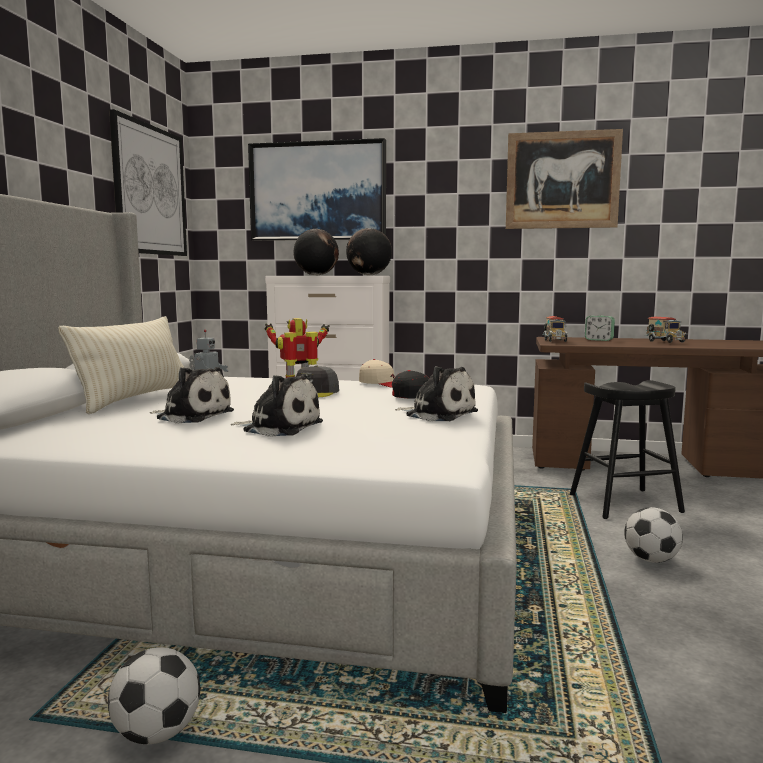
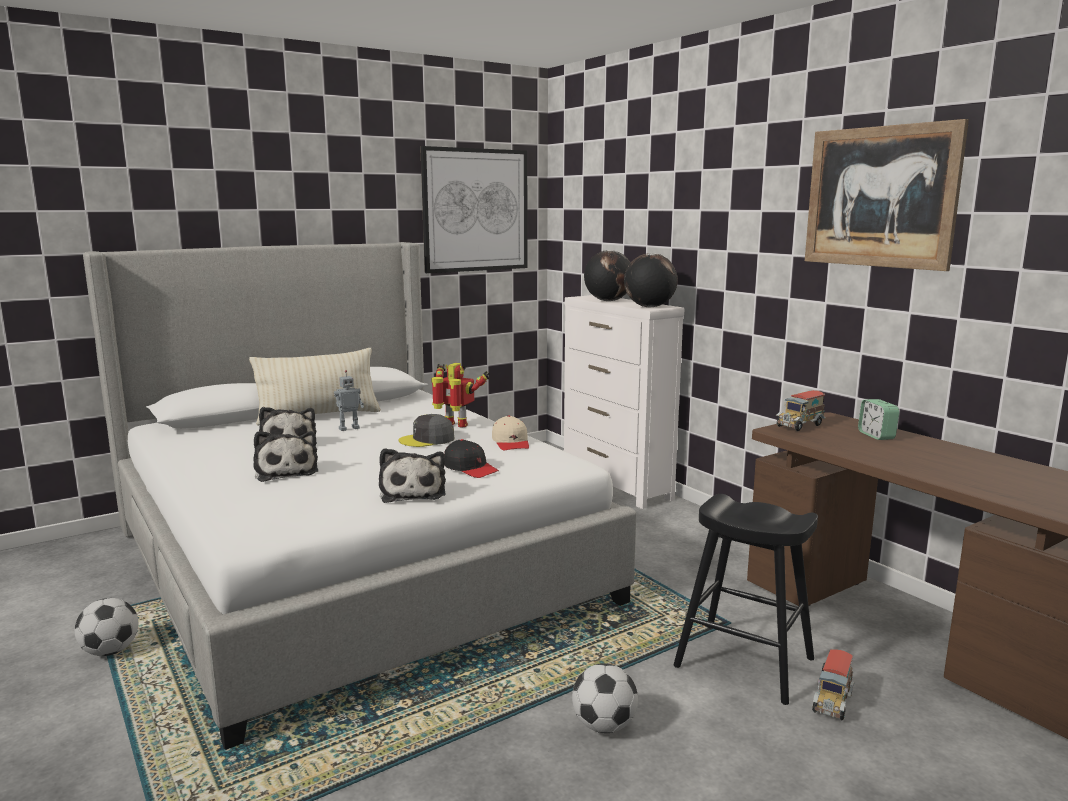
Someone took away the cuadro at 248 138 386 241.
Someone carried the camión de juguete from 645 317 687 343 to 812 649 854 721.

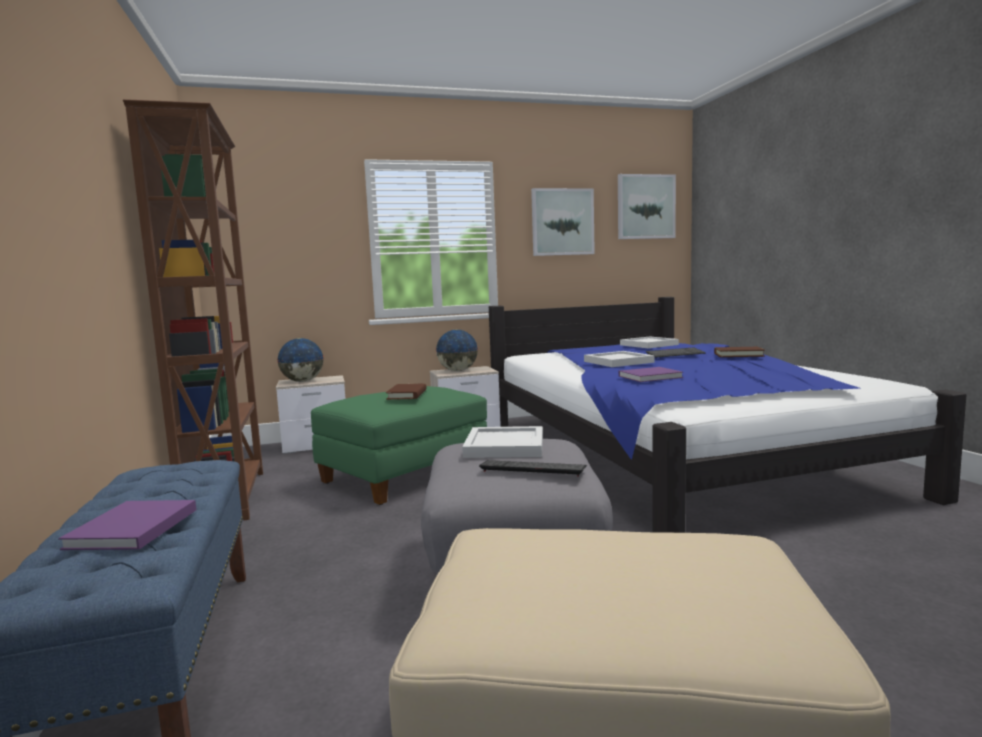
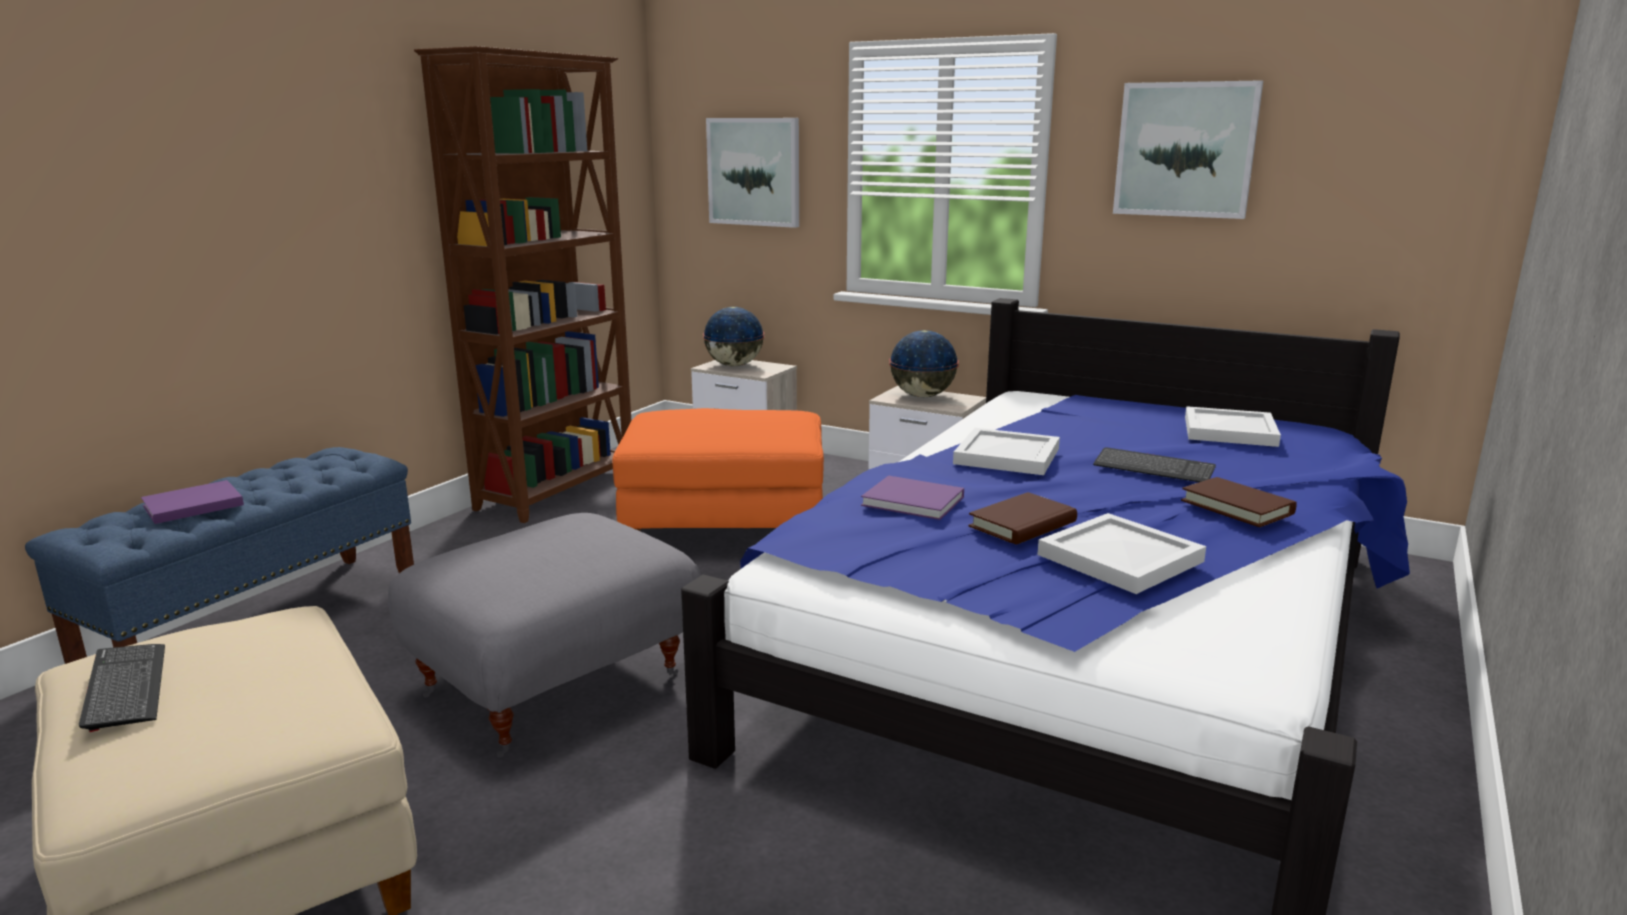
Someone carried the libro/marrón from 386 384 427 400 to 968 492 1077 545.
Someone carried the bandeja/blanco from 462 426 543 458 to 1037 513 1206 594.
Someone carried the teclado from 479 460 587 477 to 79 644 165 732.
Someone carried the cuadro from 618 174 676 239 to 706 118 799 228.
Someone repainted the puf/verde at 311 386 487 505, which became the puf/naranja at 612 408 824 531.

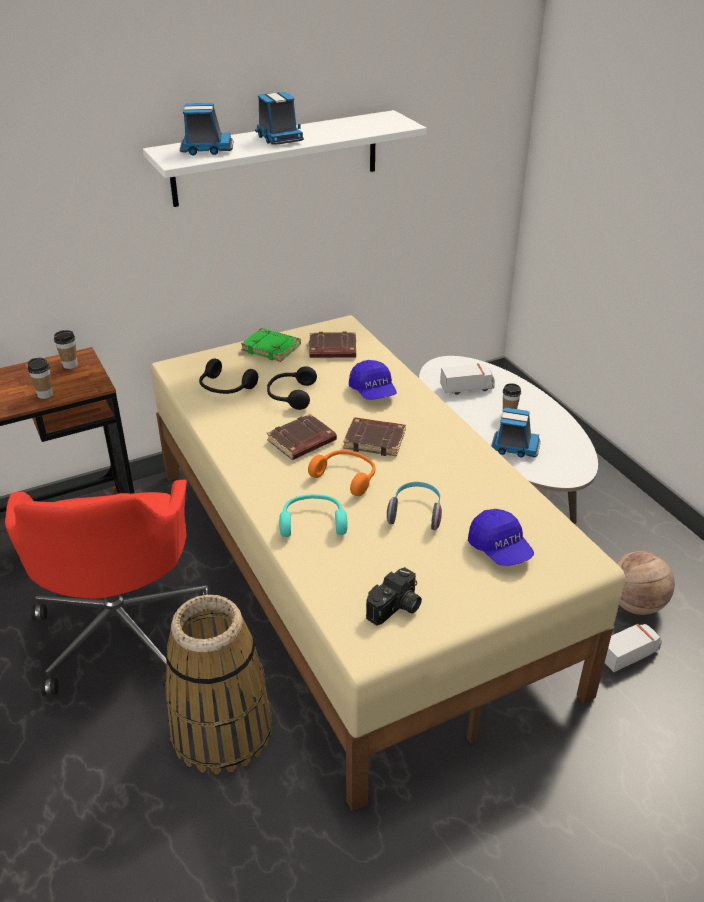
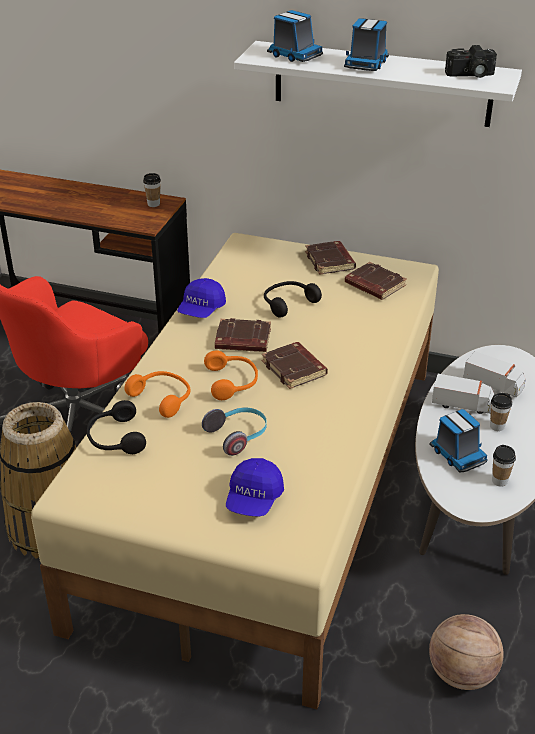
Someone carried the taza from 28 358 53 399 to 492 445 516 487.
Someone carried the auriculares/negro from 199 359 258 394 to 87 400 146 454.
Someone carried the gorra/azul from 349 360 397 400 to 177 278 226 318.
Someone carried the cámara from 366 567 422 625 to 445 45 497 78.
Someone carried the camión de juguete from 605 624 662 672 to 432 374 494 414.
Someone repainted the libro/verde at 241 328 301 362, which became the libro/marrón at 305 241 356 275.
Someone repainted the auriculares/turquesa at 279 494 347 537, which became the auriculares/naranja at 124 371 190 418.

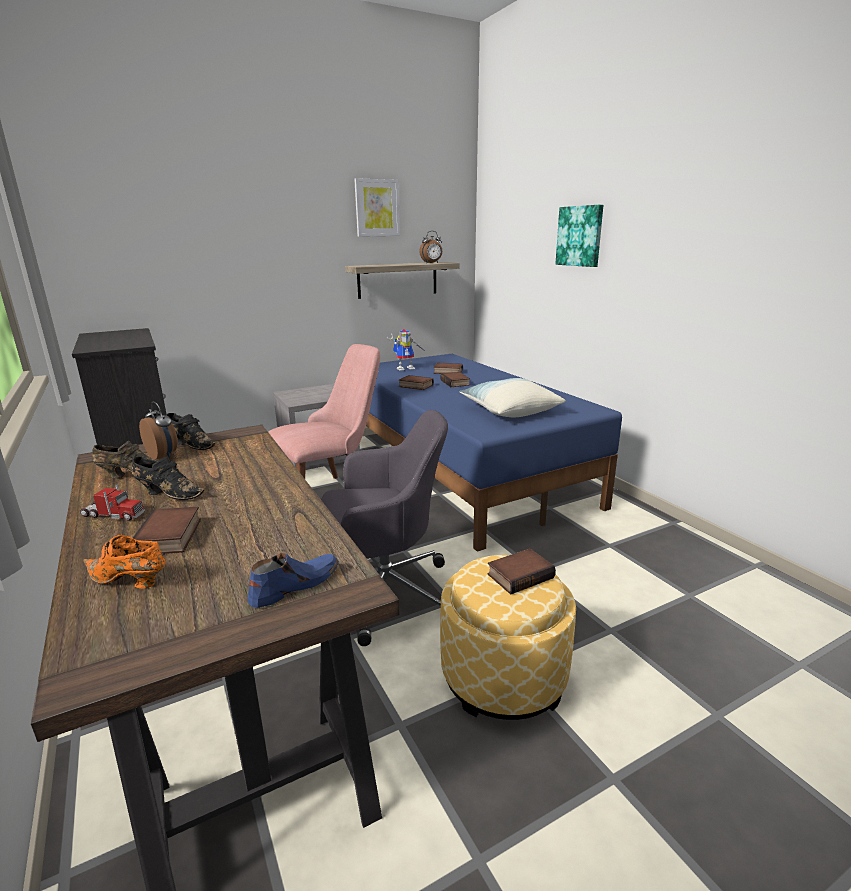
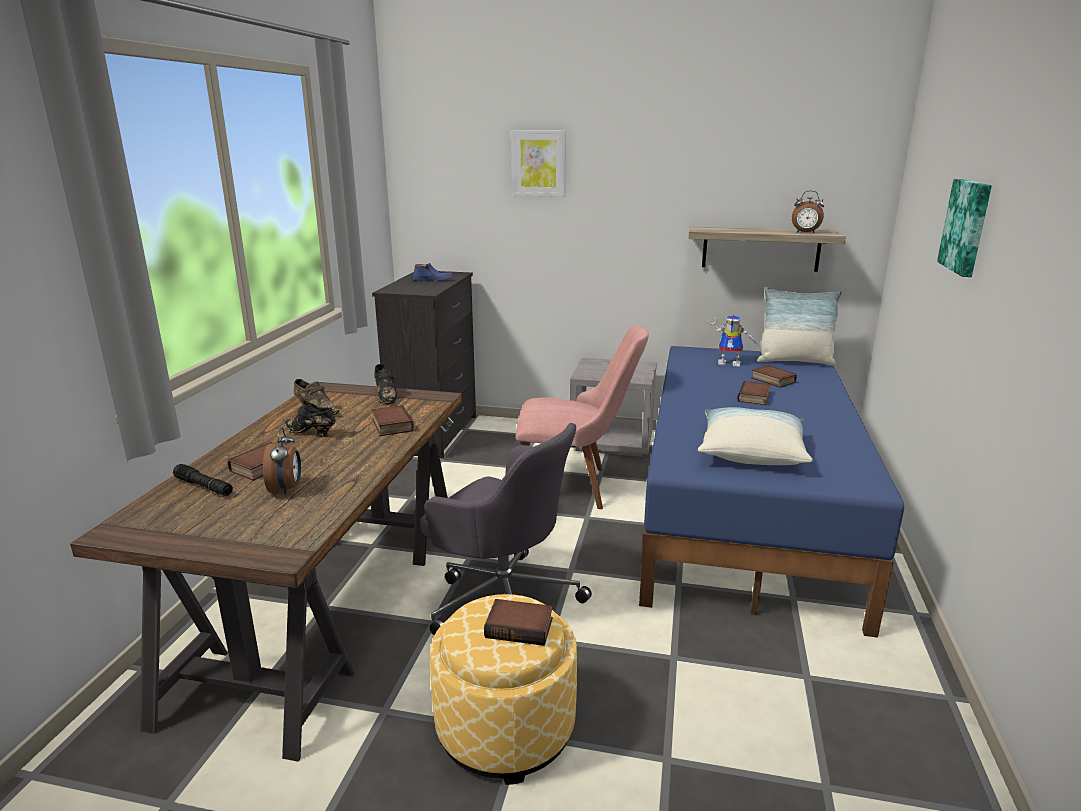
Someone took away the camión de juguete at 80 484 145 521.
Someone put down the cojín at 757 287 842 365.
Someone carried the despertador from 139 402 178 460 to 263 427 301 496.
Someone carried the zapato/azul from 247 553 339 608 to 413 263 453 281.
Someone carried the cuadro from 354 178 400 237 to 511 130 566 197.
Someone carried the libro from 398 375 434 390 to 372 405 414 436.
Someone swapped the zapato/naranja at 83 535 165 589 for the linterna/negro at 173 464 233 496.
Someone rotated the zapato/negro at 132 457 204 500 by 150 degrees clockwise.

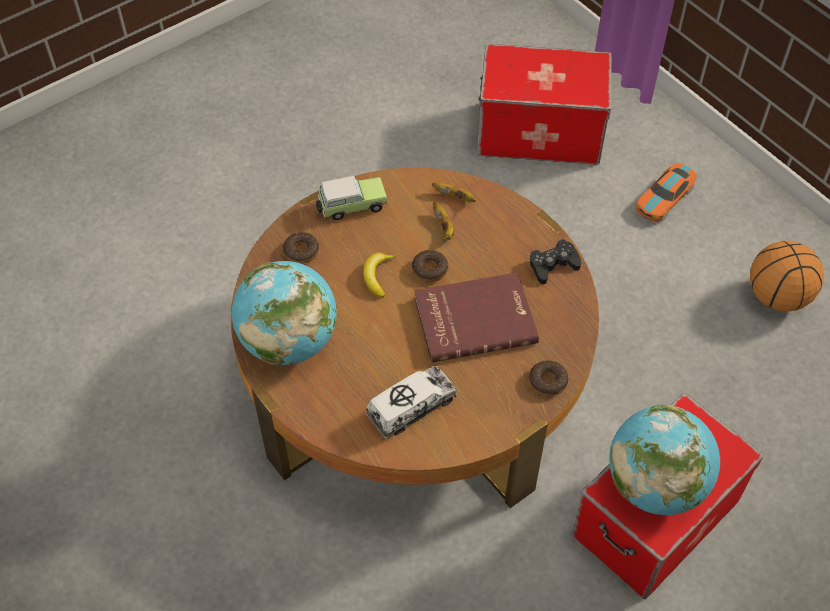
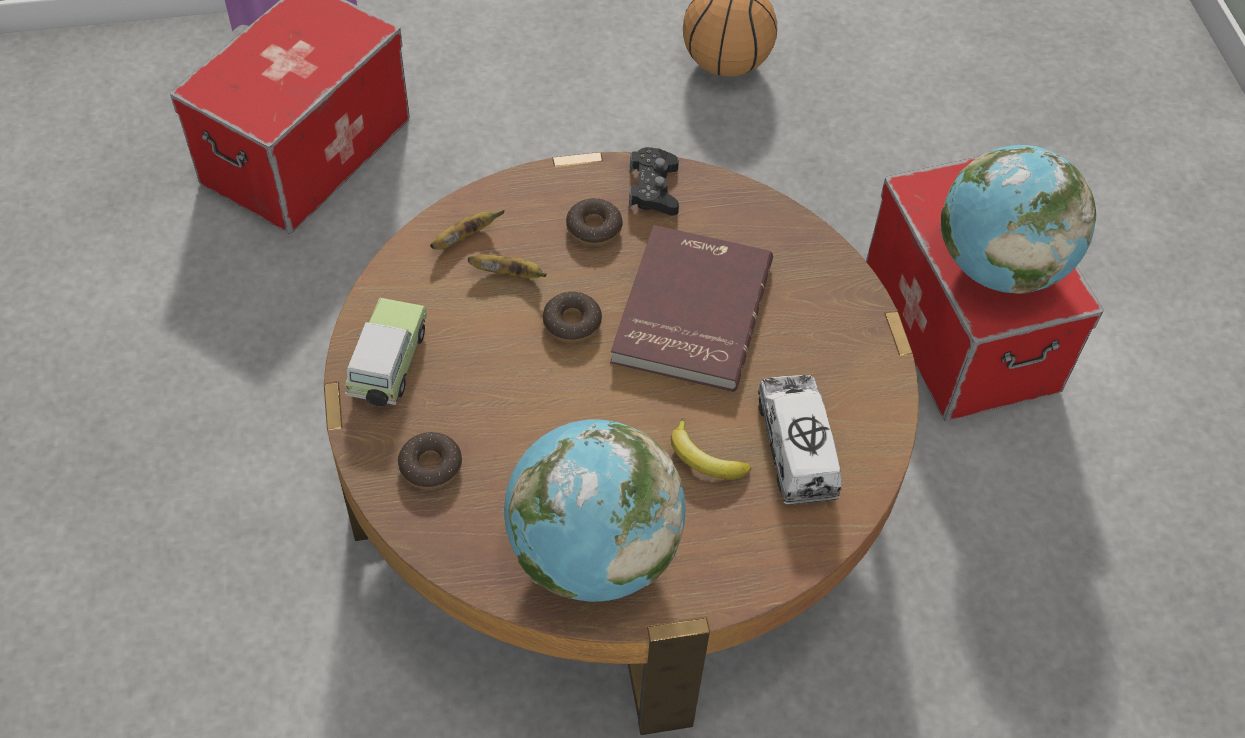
Someone took away the coche de juguete at 635 163 697 222.
Someone carried the plátano from 363 252 396 298 to 671 418 751 480.
Someone carried the rosquilla from 529 360 568 396 to 566 198 623 246.

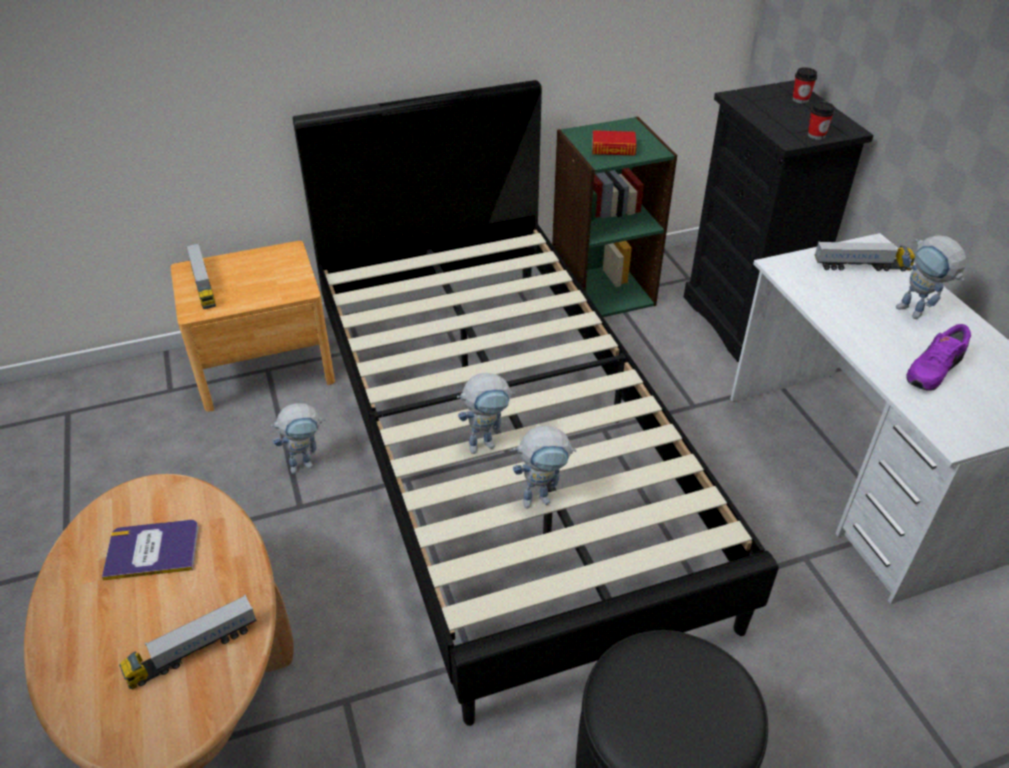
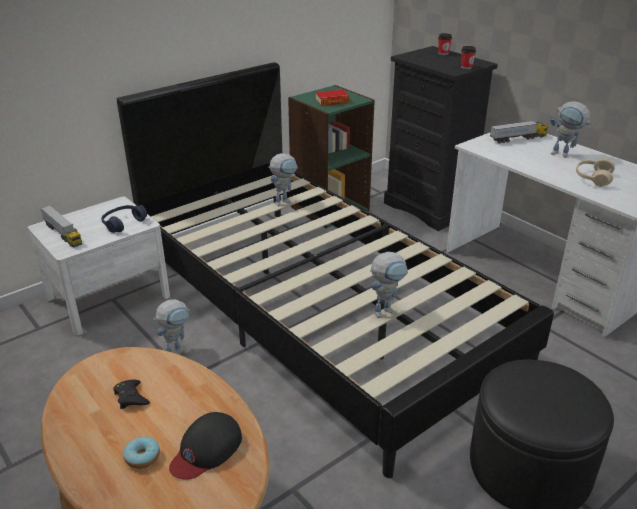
Someone put down the auriculares/azul at 101 205 147 233.
Someone put down the rosquilla at 123 437 160 469.
Someone carried the robot de juguete from 457 373 515 454 to 268 153 298 206.
Someone swapped the libro at 102 520 199 580 for the mando de consola/negro at 113 380 150 409.
Someone swapped the camión de juguete at 119 594 257 689 for the gorra/negro at 169 412 242 480.
Someone swapped the zapato/morado at 906 324 971 391 for the auriculares/beis at 576 158 615 187.
Someone repainted the mesita de noche/marrón at 170 241 335 412, which became the mesita de noche/blanco at 28 197 170 336.

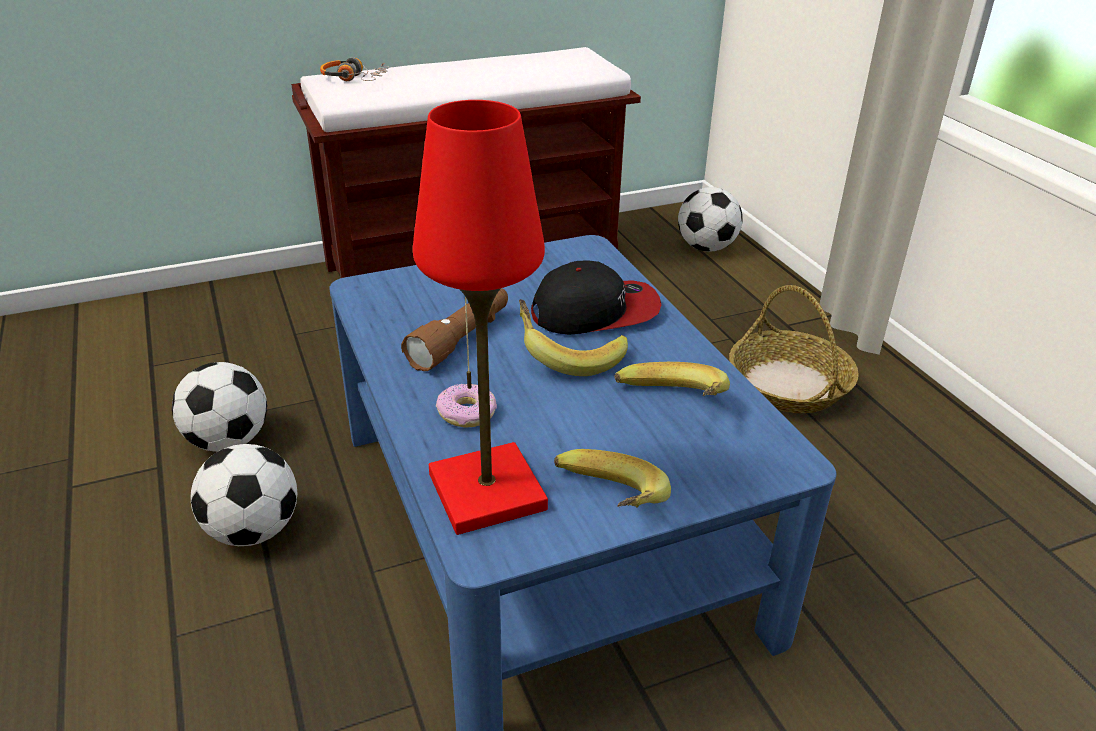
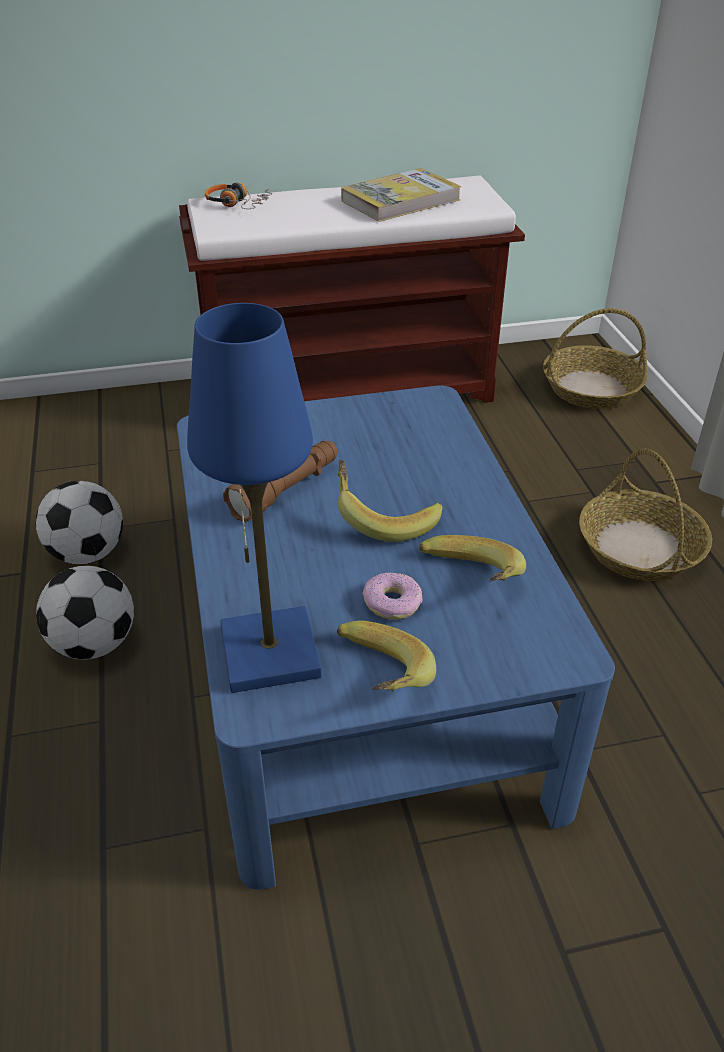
Someone took away the gorra at 531 260 661 335.
Someone put down the libro at 341 168 461 222.
Someone carried the rosquilla from 436 384 497 428 to 362 572 423 620.
Someone swapped the balón de fútbol at 678 187 743 252 for the cesta at 543 308 648 409.
Someone repainted the lámpara de mesa/rojo at 413 100 548 535, which became the lámpara de mesa/azul at 187 303 321 693.

